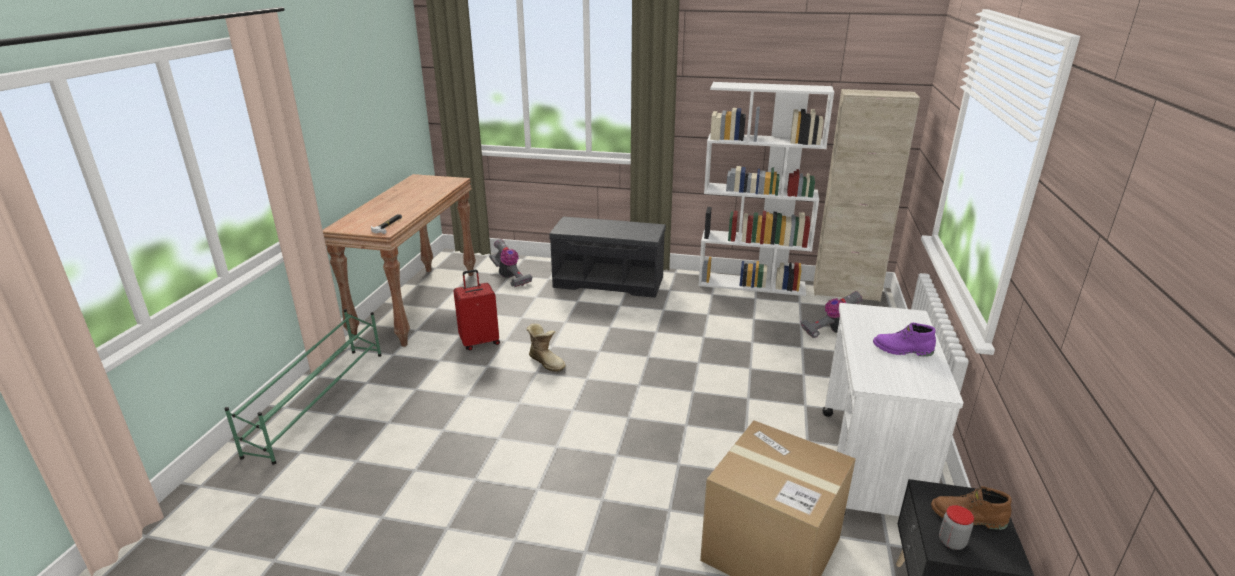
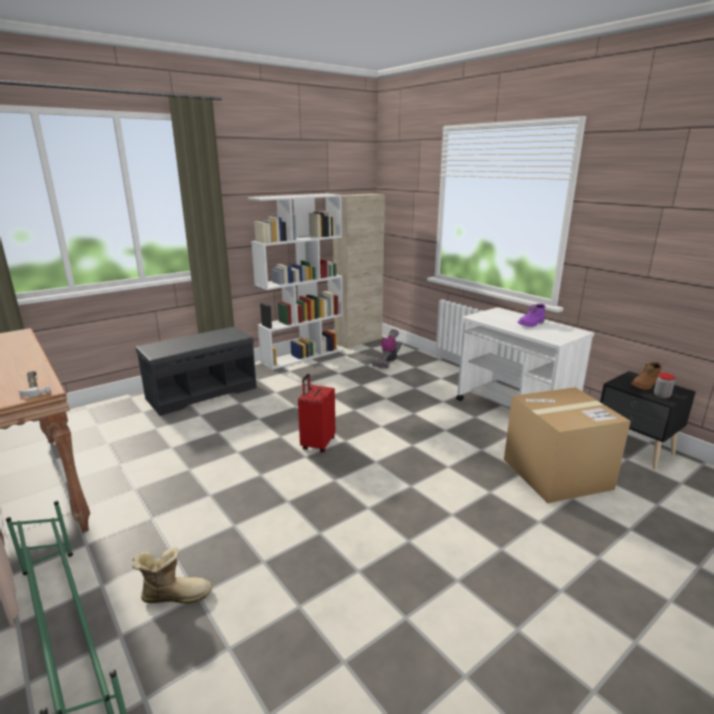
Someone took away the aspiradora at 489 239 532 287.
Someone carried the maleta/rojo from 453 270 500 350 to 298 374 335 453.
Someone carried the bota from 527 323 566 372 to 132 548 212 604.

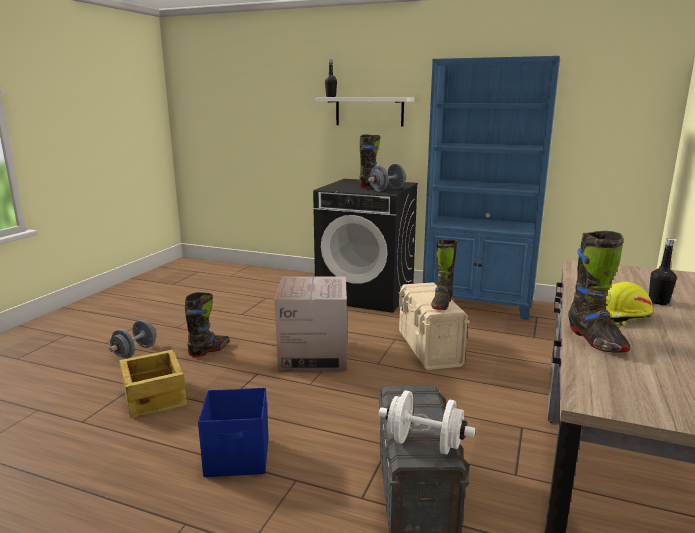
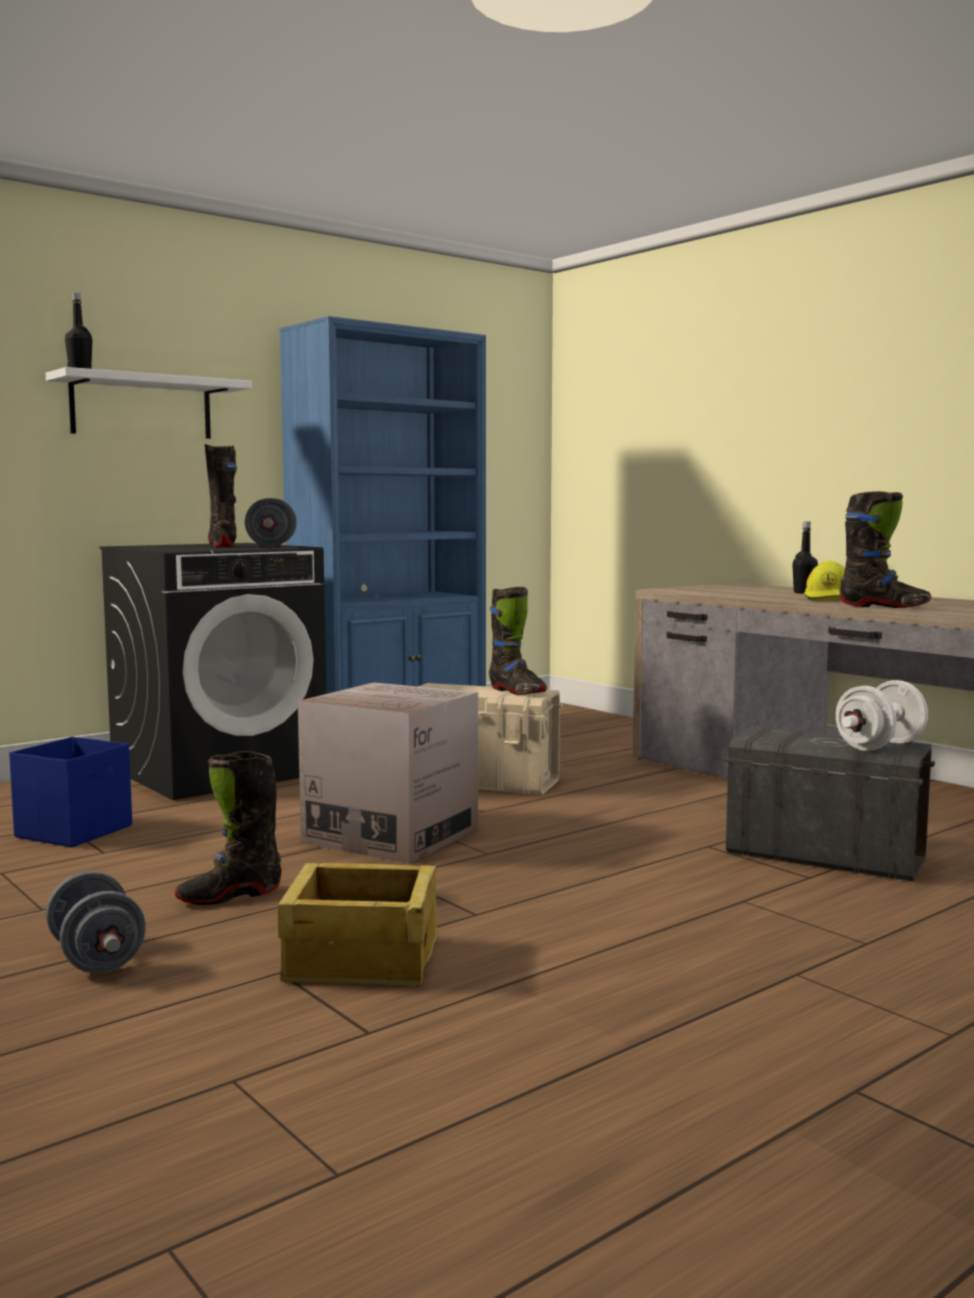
Someone carried the caja de almacenaje/azul from 198 388 269 477 to 9 737 132 847.
Someone rotated the bota/negro at 185 292 230 357 by 105 degrees counterclockwise.

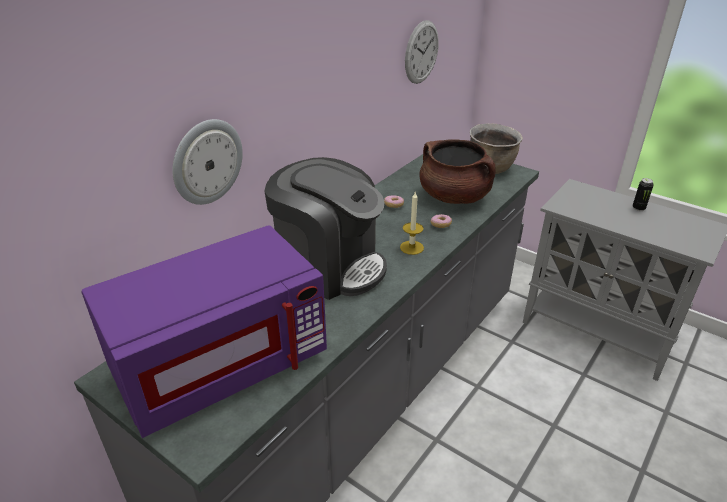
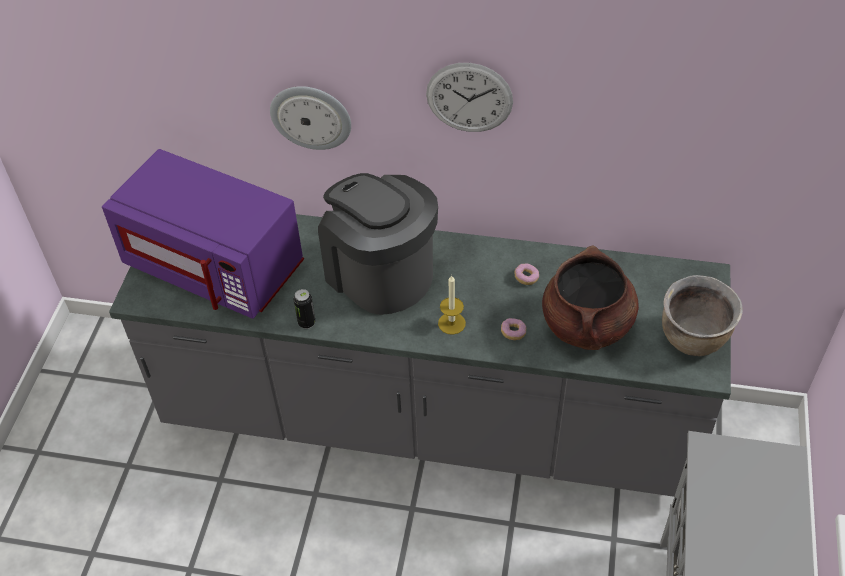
Someone carried the reloj de pared from 405 20 439 84 to 426 63 513 132.
Someone carried the lata from 632 178 654 211 to 293 289 316 329.
Someone rotated the cafetera at 265 157 387 300 by 135 degrees clockwise.

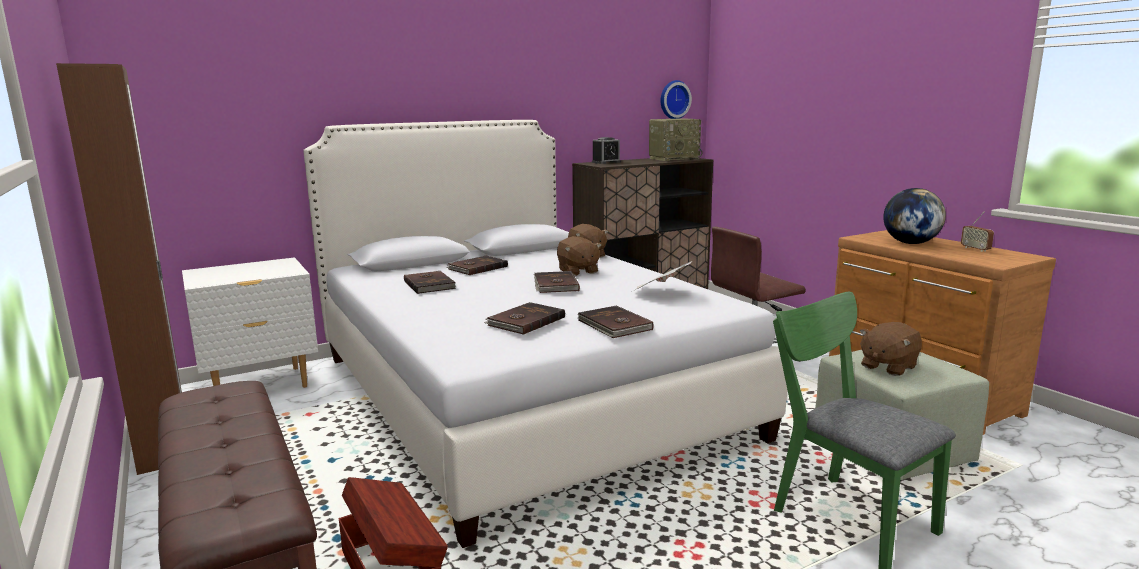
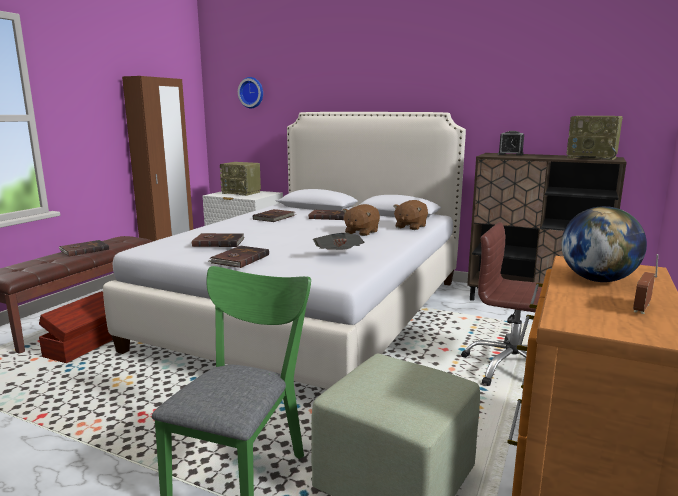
Someone took away the peluche/marrón at 859 322 922 376.
Someone put down the radio at 220 162 261 196.
Someone carried the libro/marrón from 534 271 580 293 to 59 240 109 256.
Someone carried the reloj de pared from 661 80 692 119 to 238 77 263 108.

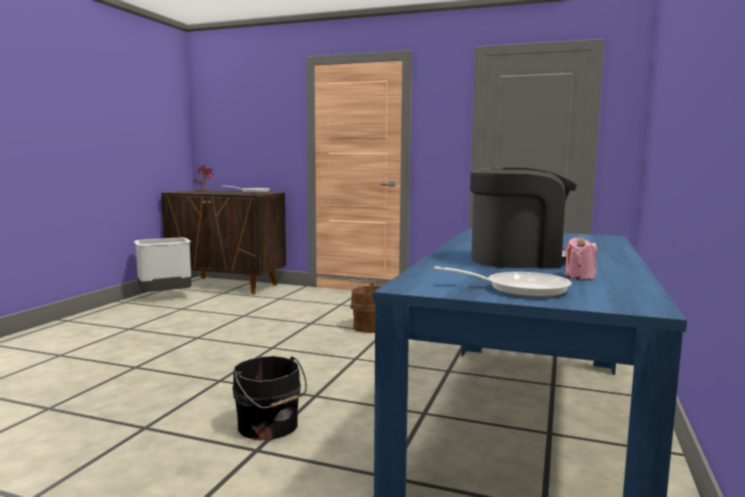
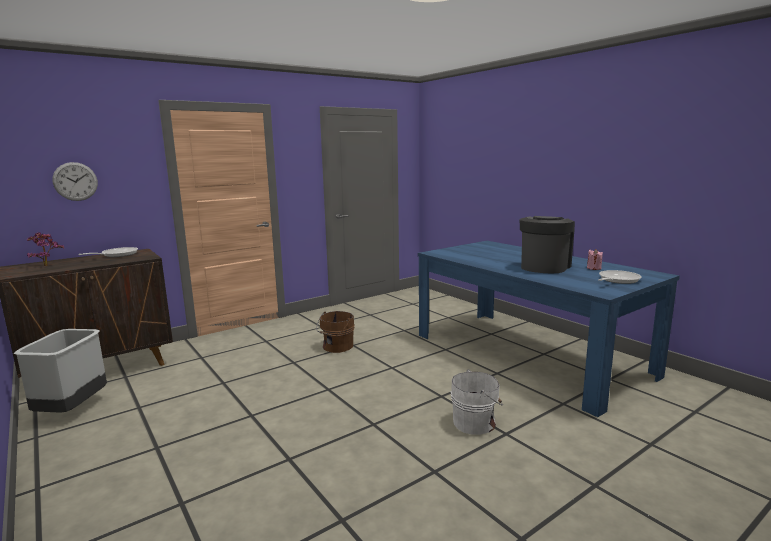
Someone put up the reloj de pared at 52 162 98 201.
Someone repainted the cubo/negro at 233 356 307 441, which became the cubo/blanco at 451 369 503 435.

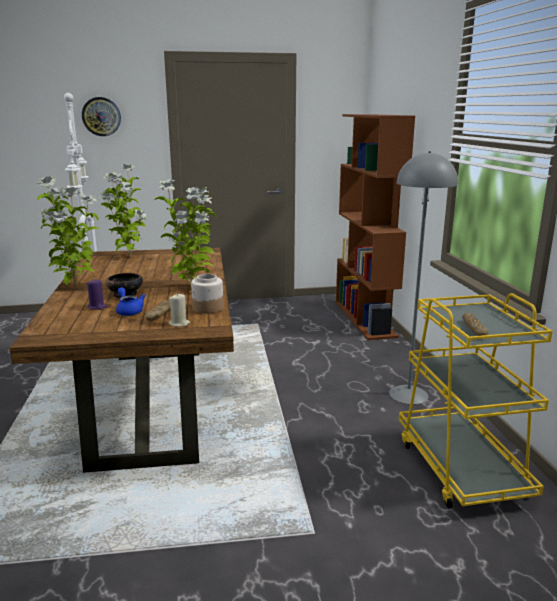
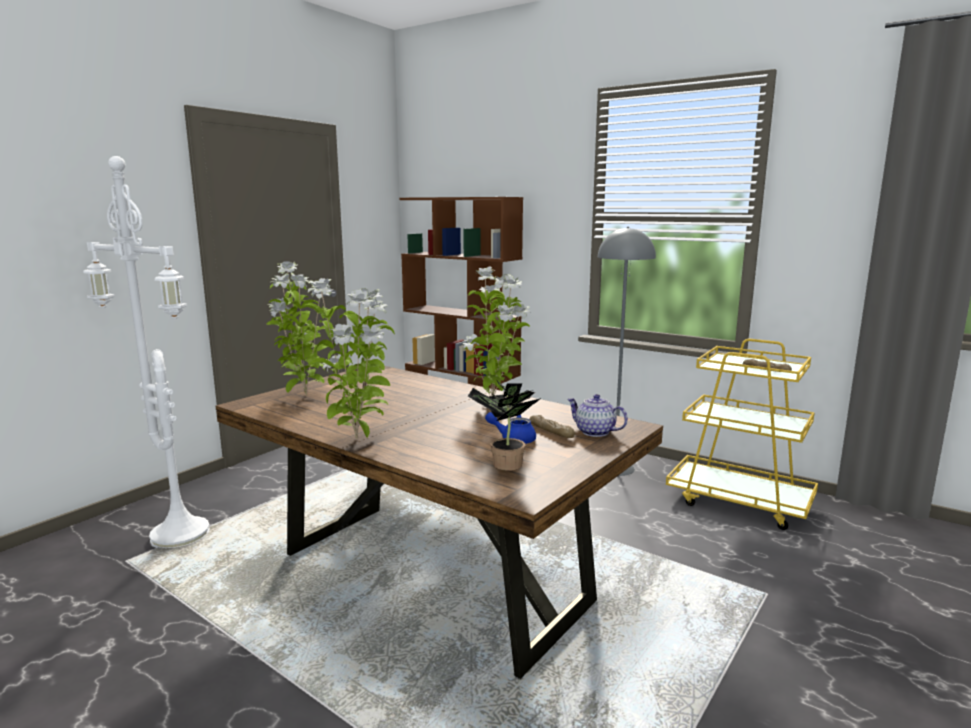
Someone took away the reloj de pared at 82 97 121 136.
Someone took away the vela/morado at 87 280 107 310.
Someone took away the cuenco at 105 273 143 298.
Someone took away the tarro at 191 274 223 314.
Someone put down the planta en maceta at 468 379 541 471.
Someone swapped the vela/beis at 169 293 190 327 for the tetera at 567 394 628 437.

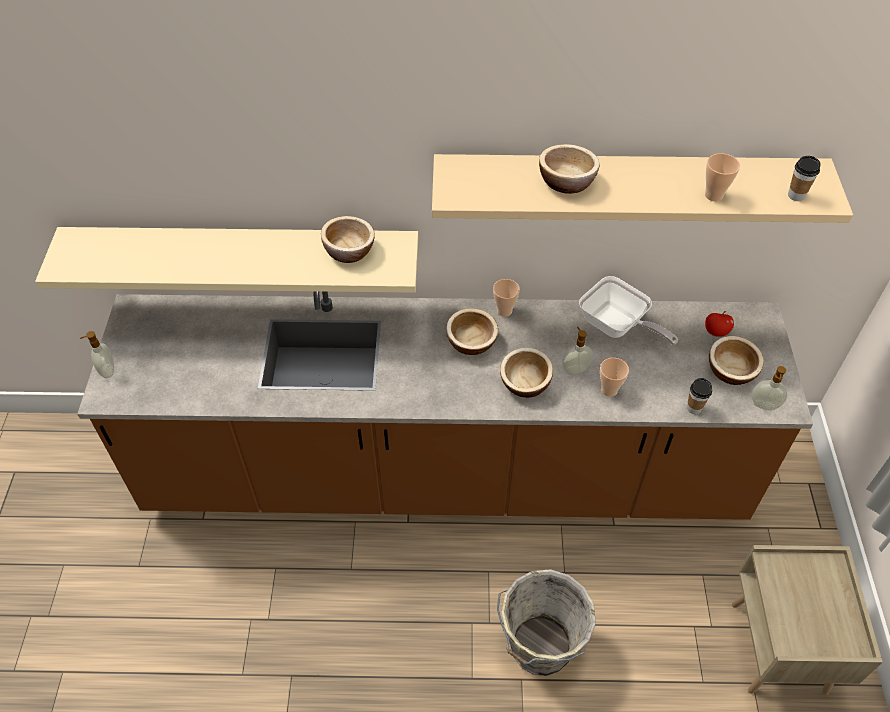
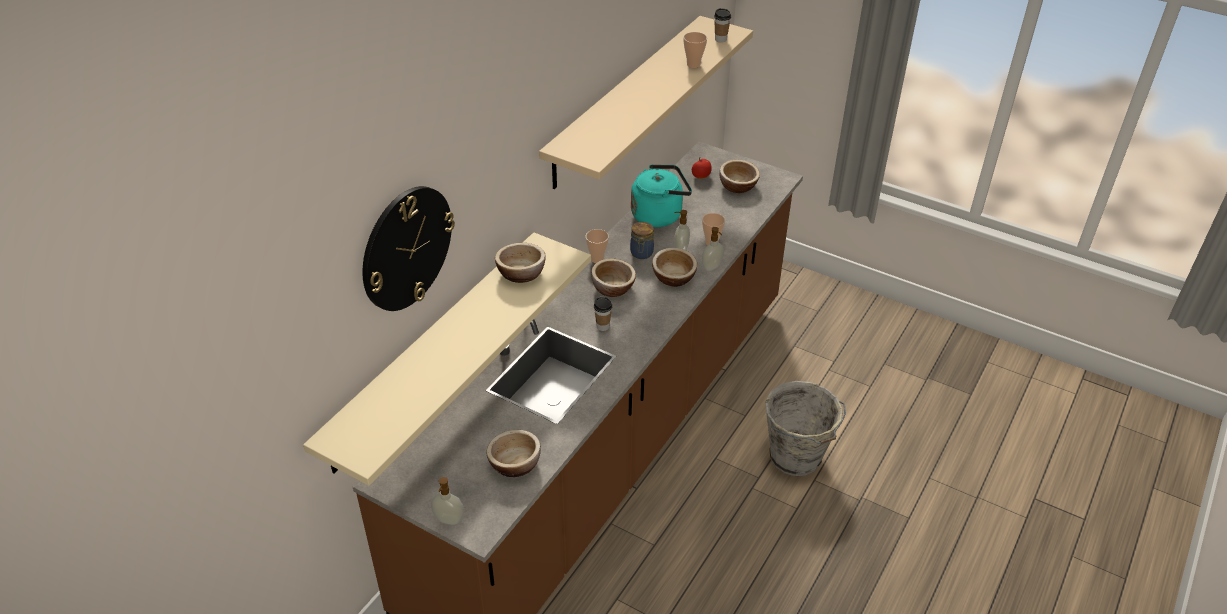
Someone took away the mesita de noche/beis at 732 545 883 695.
Someone put up the reloj de pared at 362 186 455 311.
Someone put down the tarro at 630 222 654 259.
Someone carried the cuenco from 539 144 600 194 to 486 430 541 477.
Someone carried the taza from 687 378 712 414 to 594 297 612 331.
Someone carried the dispensador de jabón from 752 366 787 410 to 702 227 724 271.
Someone swapped the sartén at 579 276 678 345 for the hervidor/turquesa at 631 164 692 227.

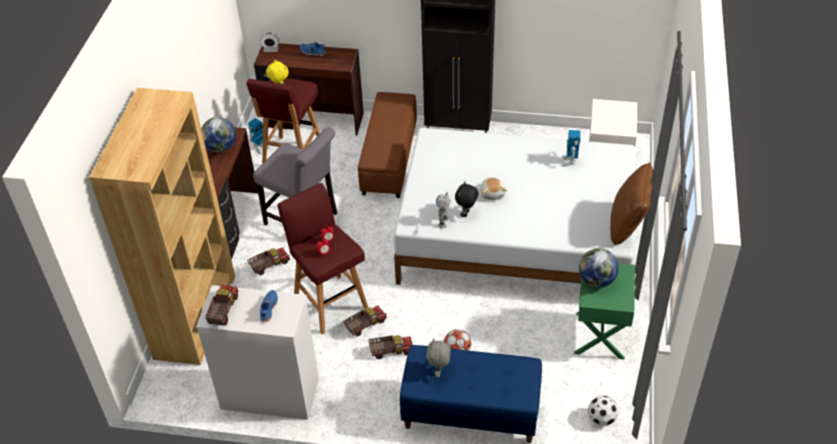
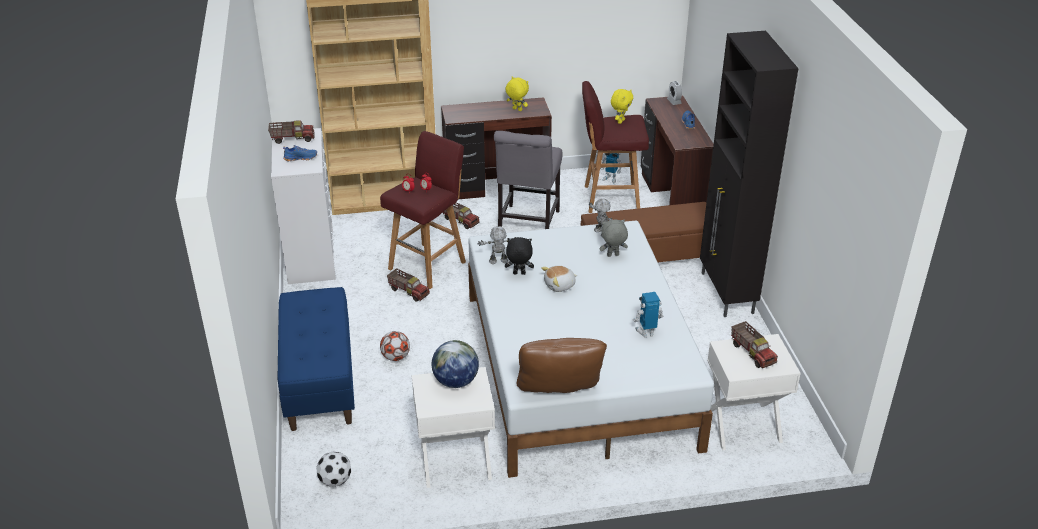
Someone put down the robot de juguete at 589 198 612 237.
Someone carried the camión de juguete from 368 335 413 359 to 731 321 778 368.
Someone carried the peluche/gris from 426 338 451 378 to 600 219 628 257.
Someone swapped the globo terráqueo at 201 117 236 152 for the peluche/amarillo at 505 77 529 111.
Someone repainted the mesita de noche/verde at 574 263 635 360, which became the mesita de noche/blanco at 412 367 495 488.

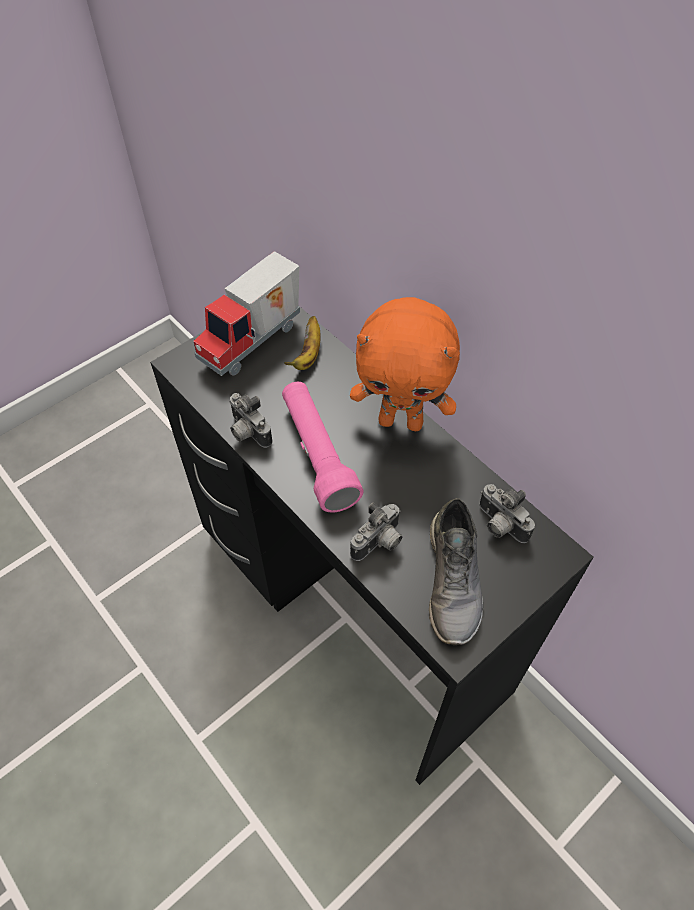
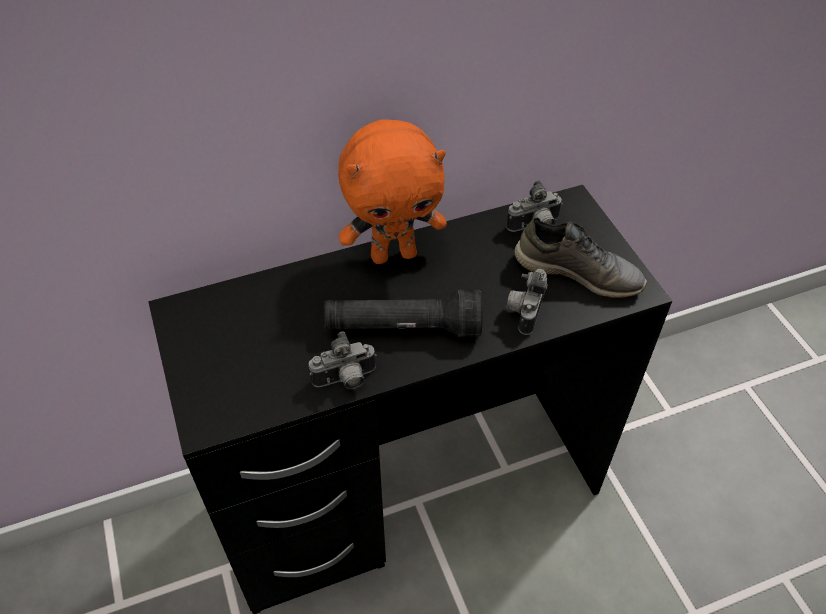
Someone took away the camión de juguete at 193 251 300 376.
Someone took away the plátano at 284 316 320 370.
Someone repainted the linterna/rosa at 282 382 364 513, which became the linterna/negro at 324 290 483 337.
Someone rotated the peluche/naranja at 350 297 460 431 by 45 degrees clockwise.
Someone rotated the cámara at 350 503 402 561 by 135 degrees counterclockwise.

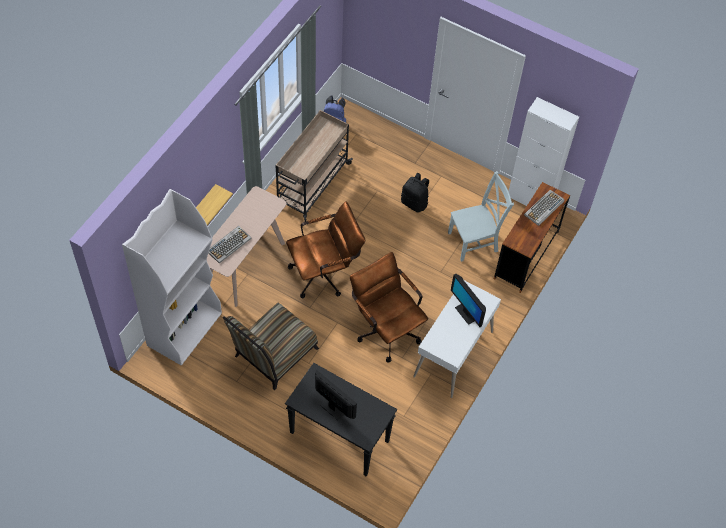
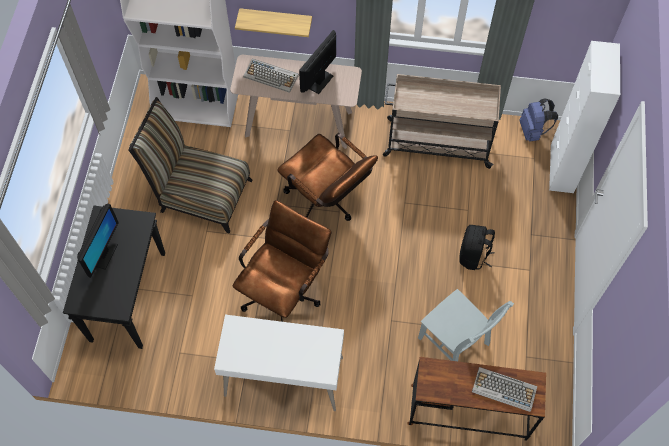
Someone carried the monitor from 451 274 486 327 to 299 30 336 94.
Someone carried the armario/blanco from 509 97 579 206 to 549 41 620 193.

